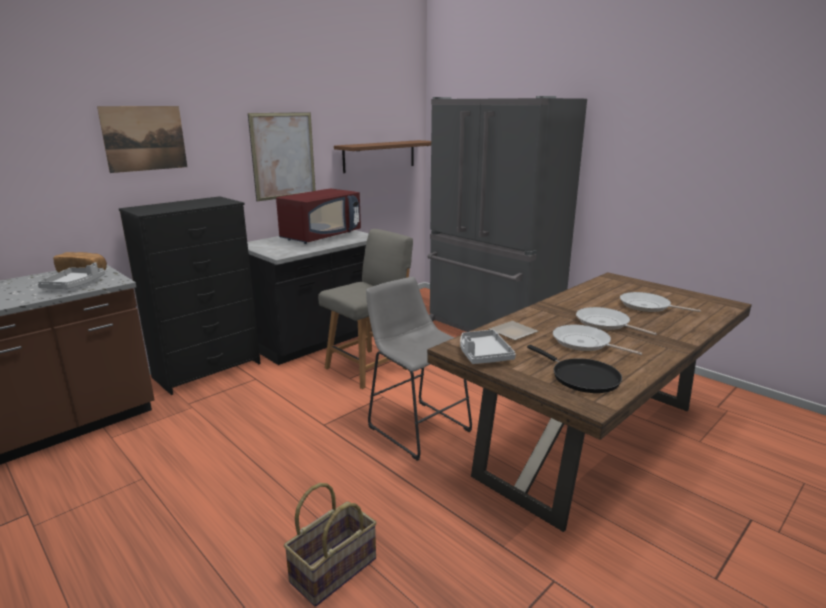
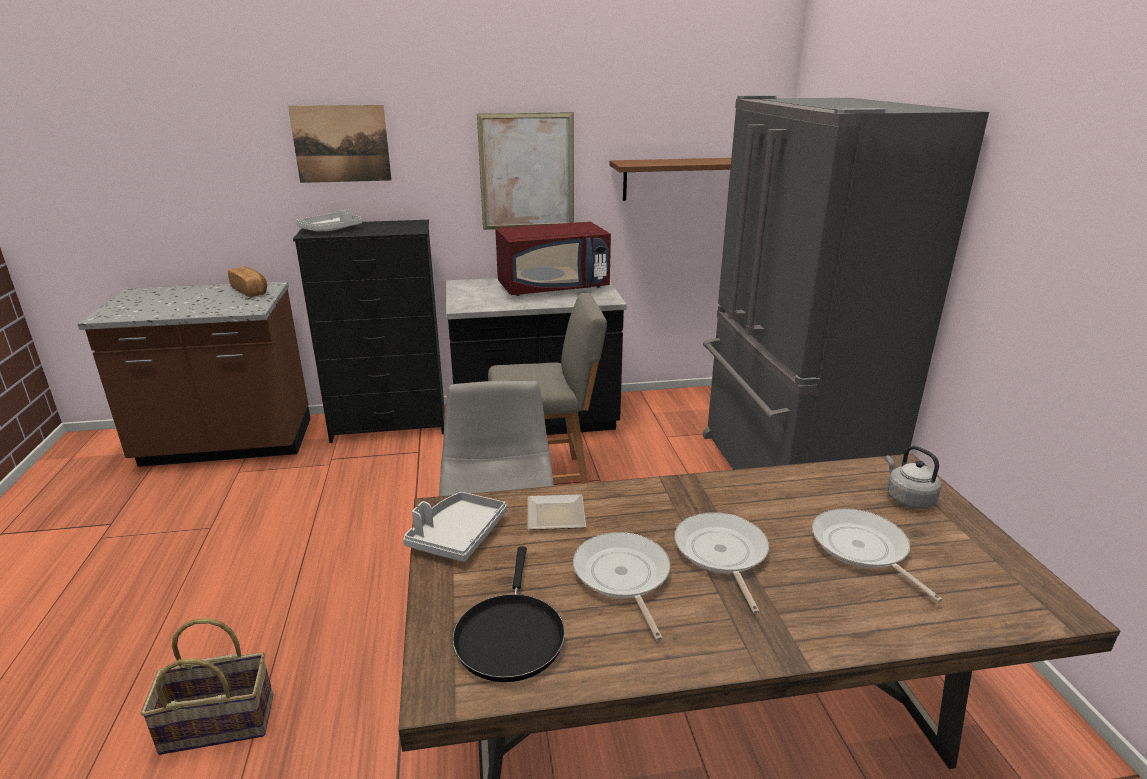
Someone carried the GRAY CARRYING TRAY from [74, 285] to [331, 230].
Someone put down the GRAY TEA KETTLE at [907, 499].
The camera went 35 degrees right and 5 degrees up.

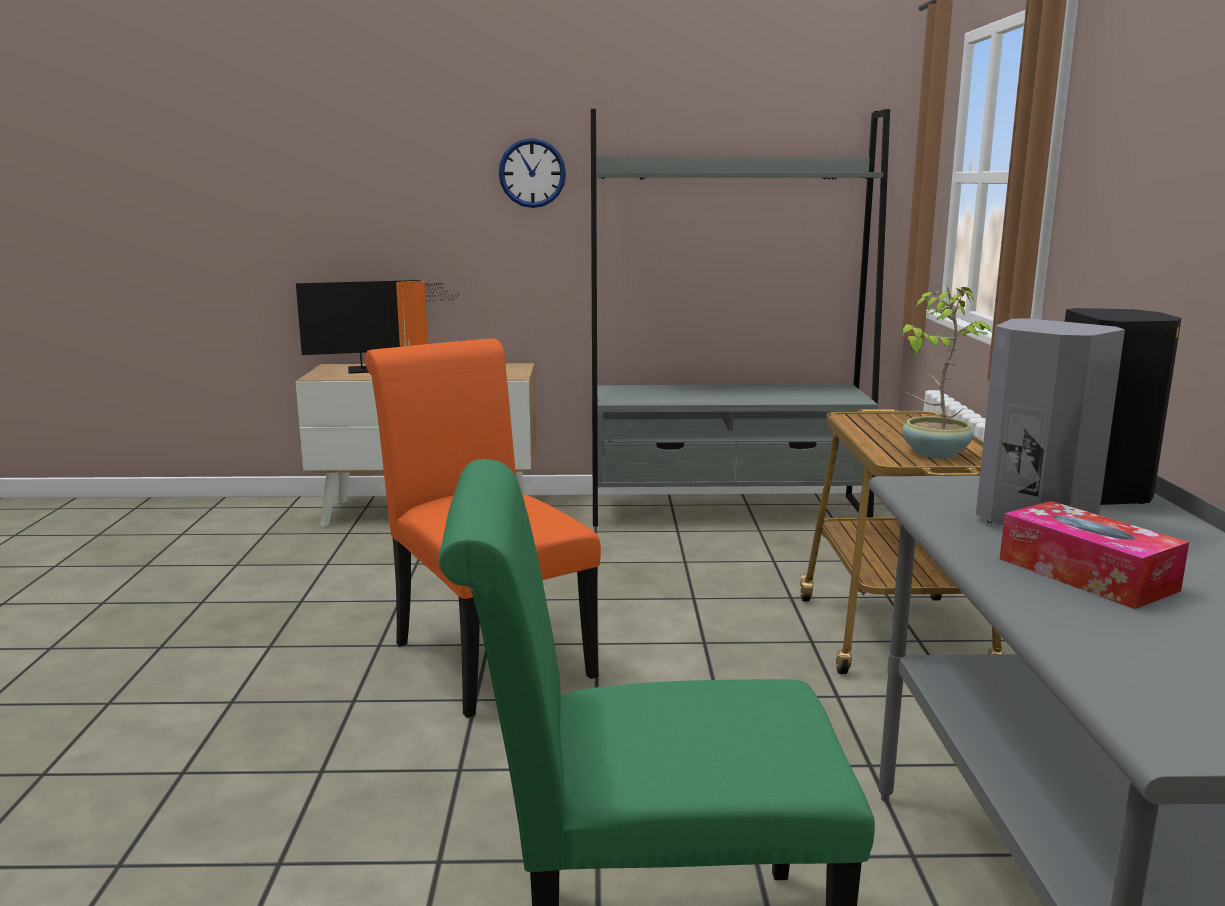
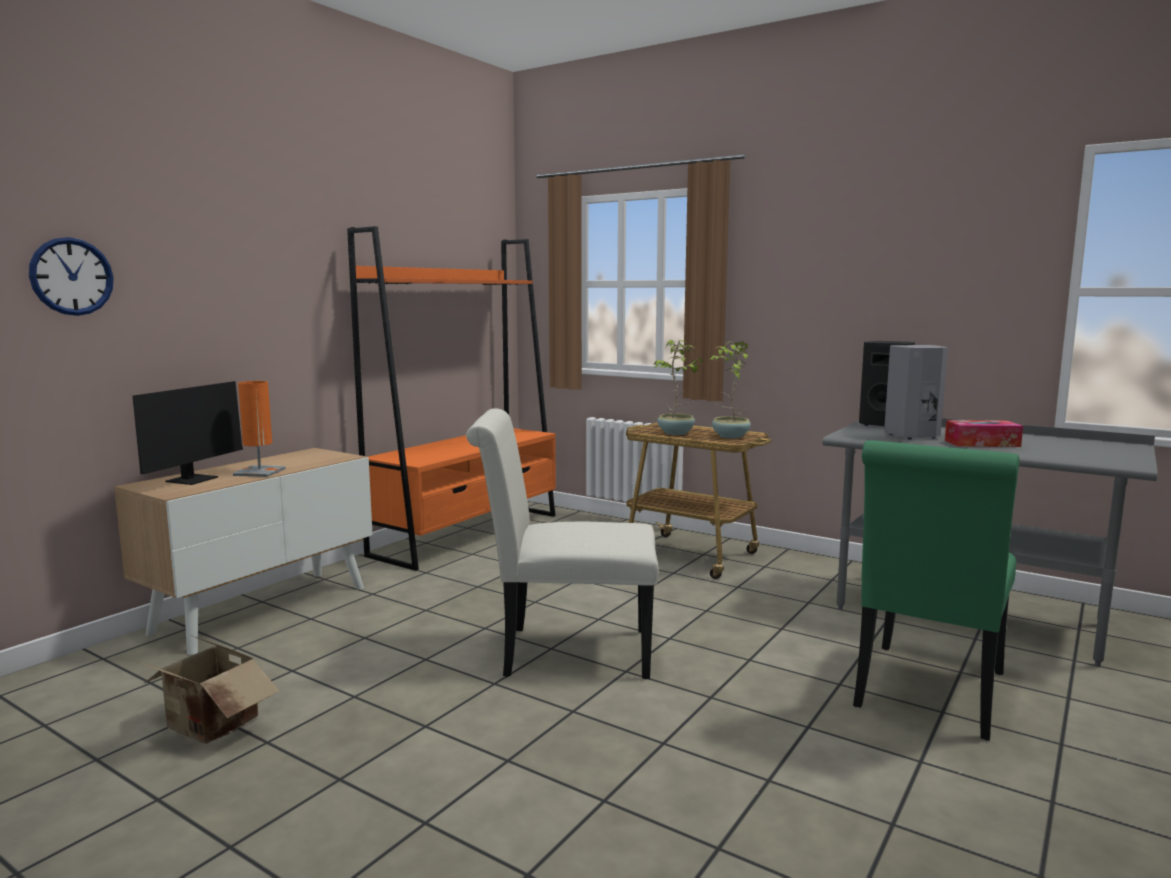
Someone carried the WALL CLOCK from [532, 173] to [72, 276].
Someone put down the CARDBOARD BOX at [208, 728].
Someone repainted the GRAY BOOKCASE at [728, 511], which became the ORANGEY BOOKCASE at [468, 534].
Someone repainted the ORANGEY PLAIN CHAIR at [486, 654], which became the WHITISH PLAIN CHAIR at [565, 652].
Someone put down the PLANT IN A POT at [676, 433].
The camera went 55 degrees left and 5 degrees down.

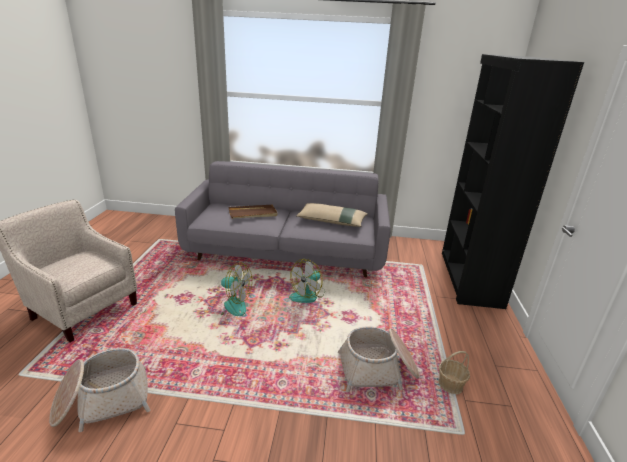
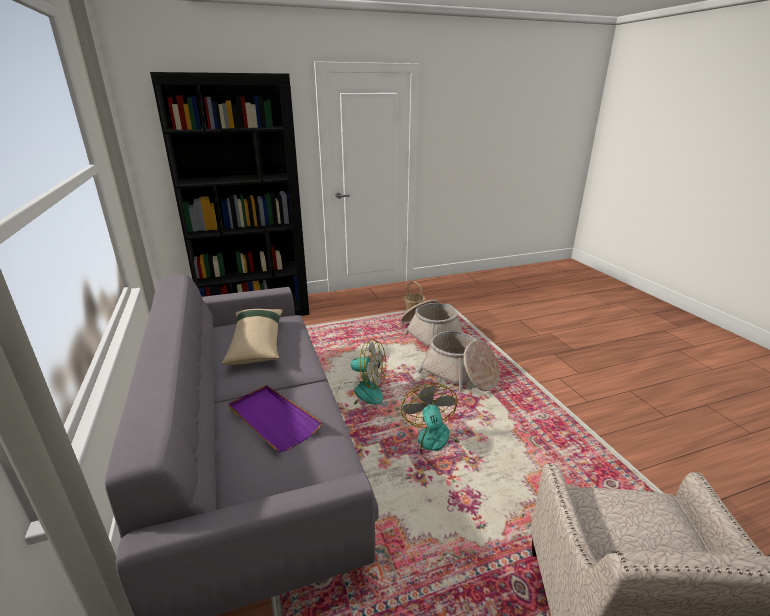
Someone repainted the BROWN-COLOURED CARRYING TRAY at [253, 213], which became the PURPLE CARRYING TRAY at [273, 419].
Someone carried the STORAGE BASKET from [103, 401] to [460, 374].
The camera went 115 degrees left and 0 degrees up.

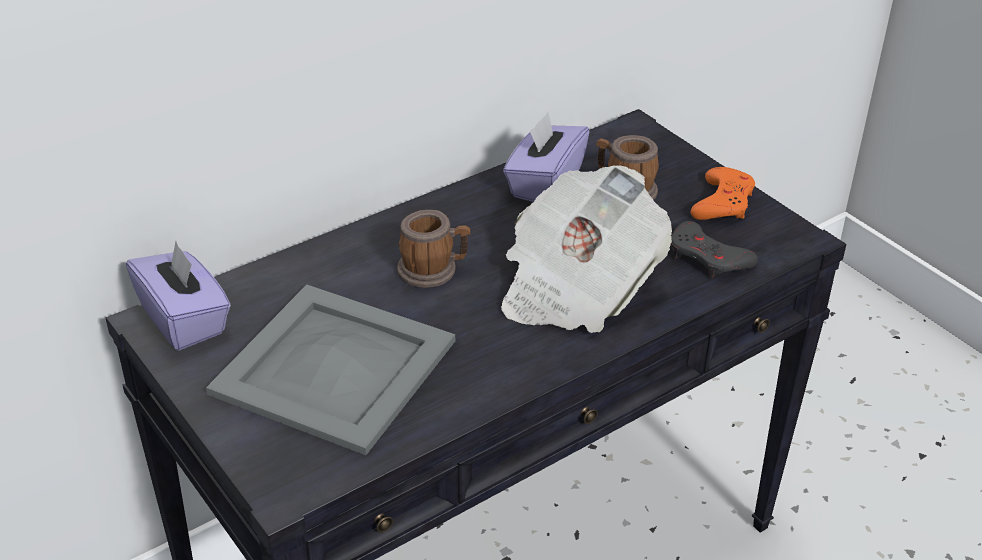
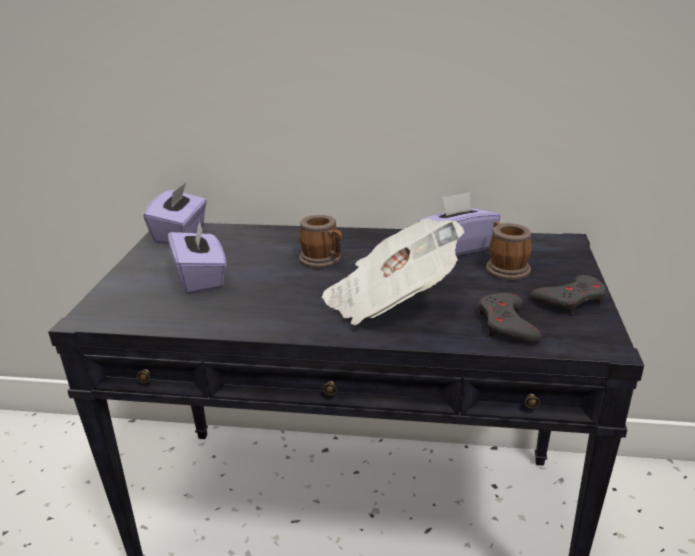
Someone swapped the GRAY CARRYING TRAY at [332, 367] for the PURPLE BOX OF TISSUES at [201, 278].
Someone repainted the ORANGEY GAME CONTROLLER at [723, 202], which became the GRAY GAME CONTROLLER at [570, 300].
The camera went 45 degrees right and 10 degrees down.

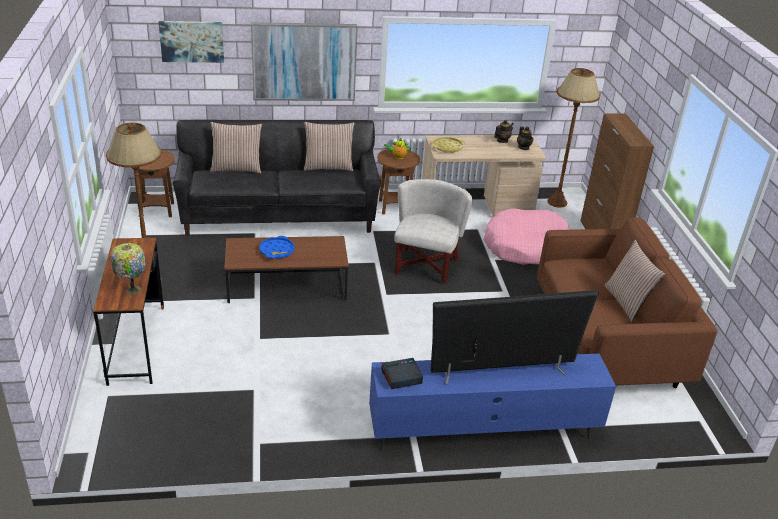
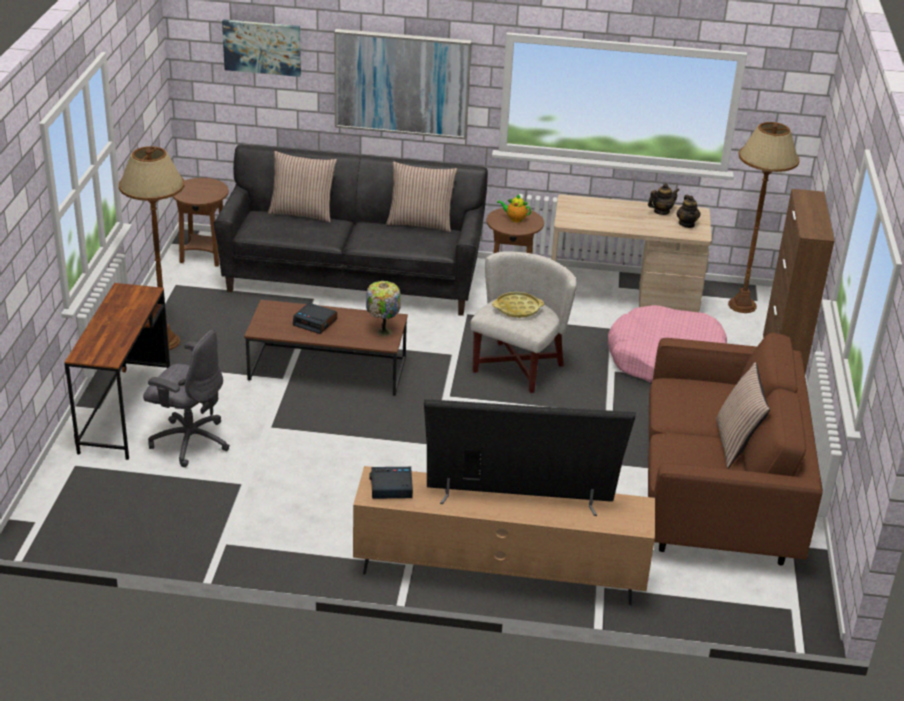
Someone put down the GRAY OFFICE CHAIR at [189, 441].
Someone swapped the BLUE-COLOURED CARRYING TRAY at [277, 251] for the TABLE CLOCK at [315, 322].
Someone repainted the BLUE-COLOURED TV UNIT at [483, 430], which became the BROWN-COLOURED TV UNIT at [499, 573].
Someone carried the TABLE LAMP from [132, 289] to [383, 331].
Someone carried the YELLOWISH CARRYING TRAY from [447, 147] to [517, 309].
The camera went 15 degrees right and 0 degrees up.

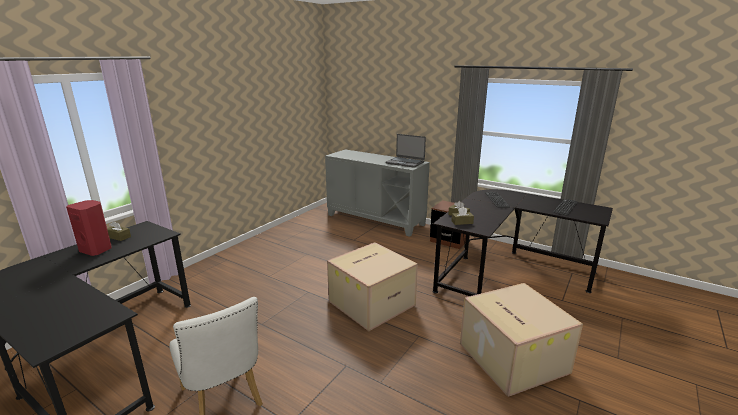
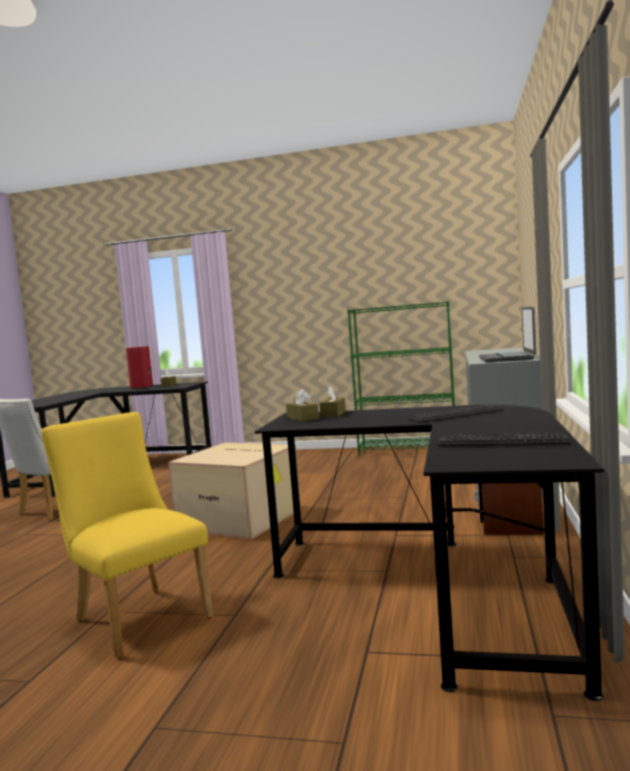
Someone swapped the CARDBOARD BOX at [511, 357] for the YELLOWISH PLAIN CHAIR at [137, 616].
Someone put down the GREEN-COLOURED BOOKCASE at [408, 450].
The camera went 70 degrees right and 15 degrees down.

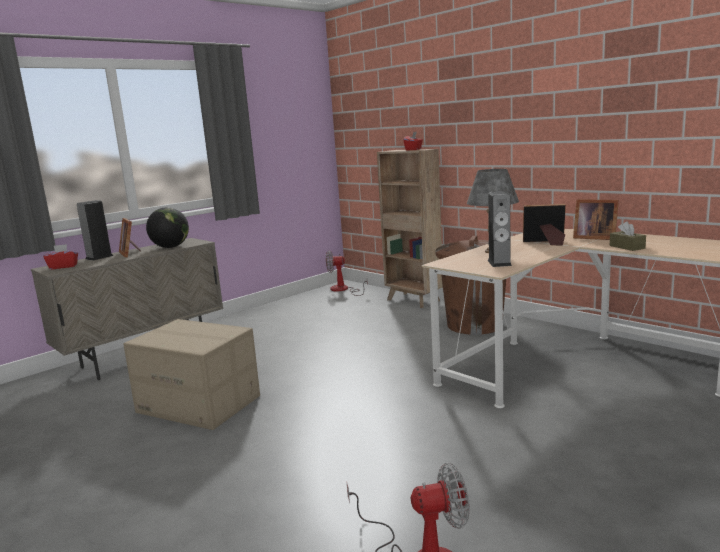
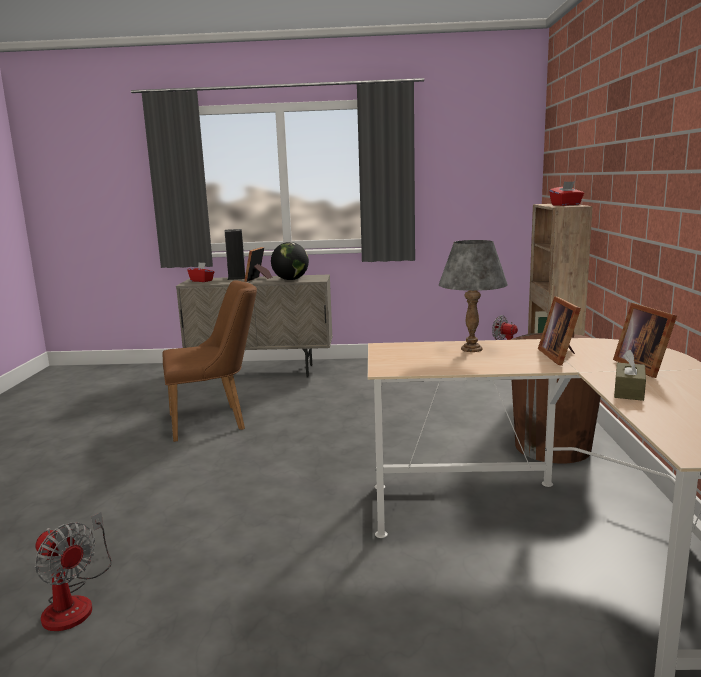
Someone swapped the CARDBOARD BOX at [199, 404] for the BROWN-COLOURED PLAIN CHAIR at [215, 421].
Someone rotated the PICTURE FRAME at [545, 243] by 150 degrees counterclockwise.
Someone took away the LOUDSPEAKER at [499, 263].
The camera went 45 degrees right and 0 degrees up.

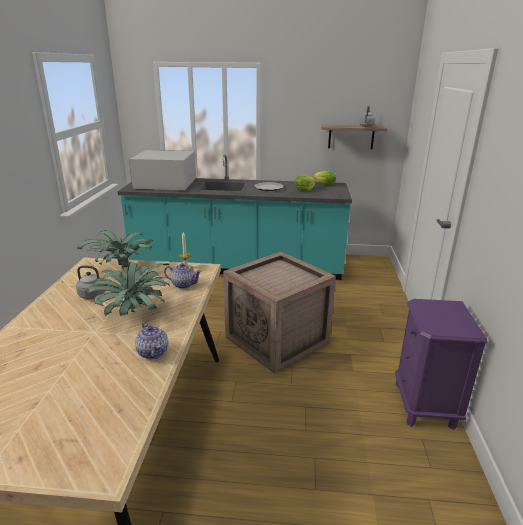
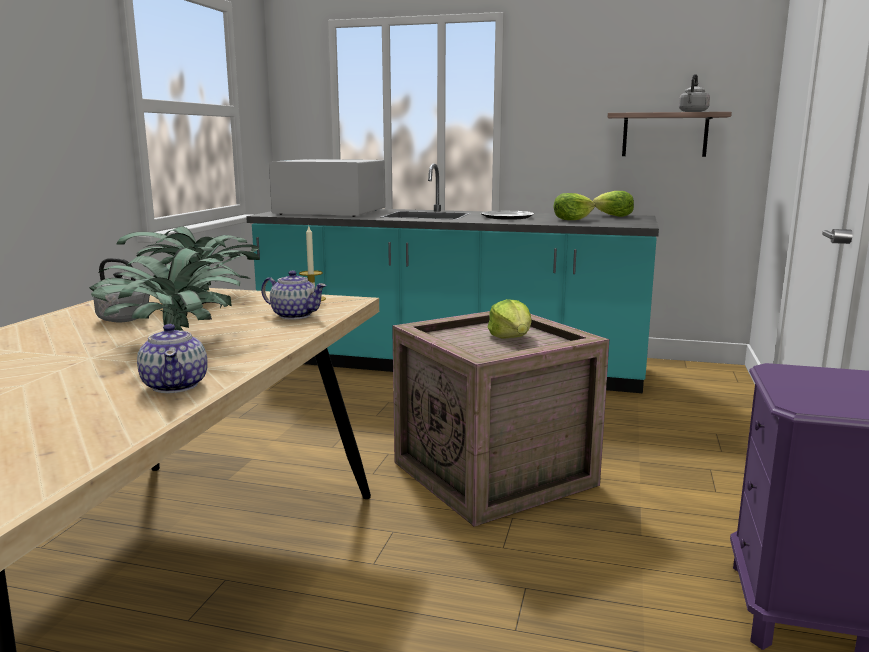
Someone put down the LETTUCE HEAD at [511, 338].
The camera went 10 degrees right and 10 degrees down.

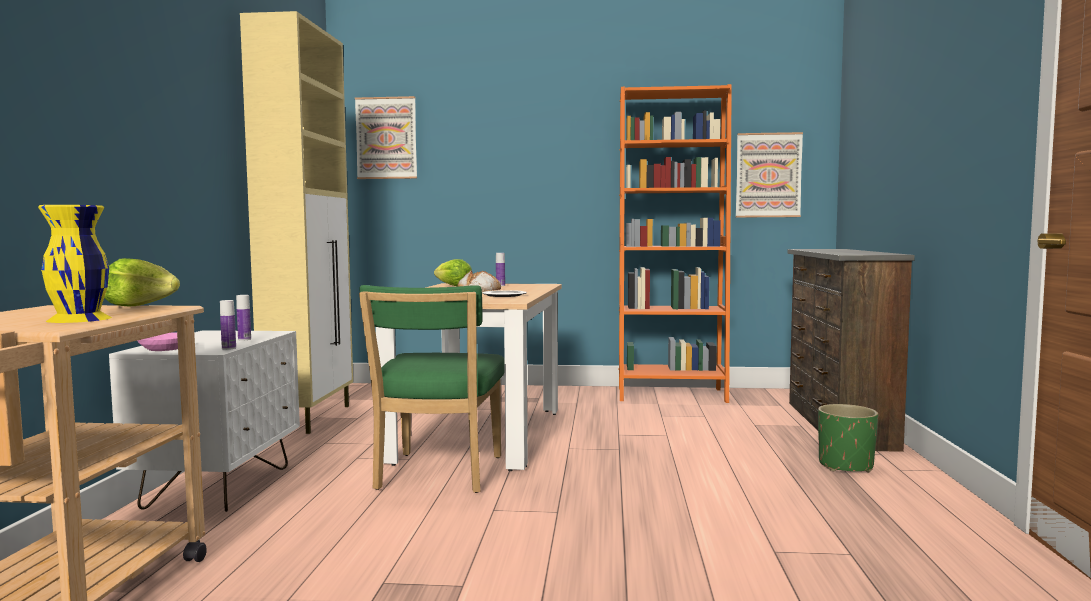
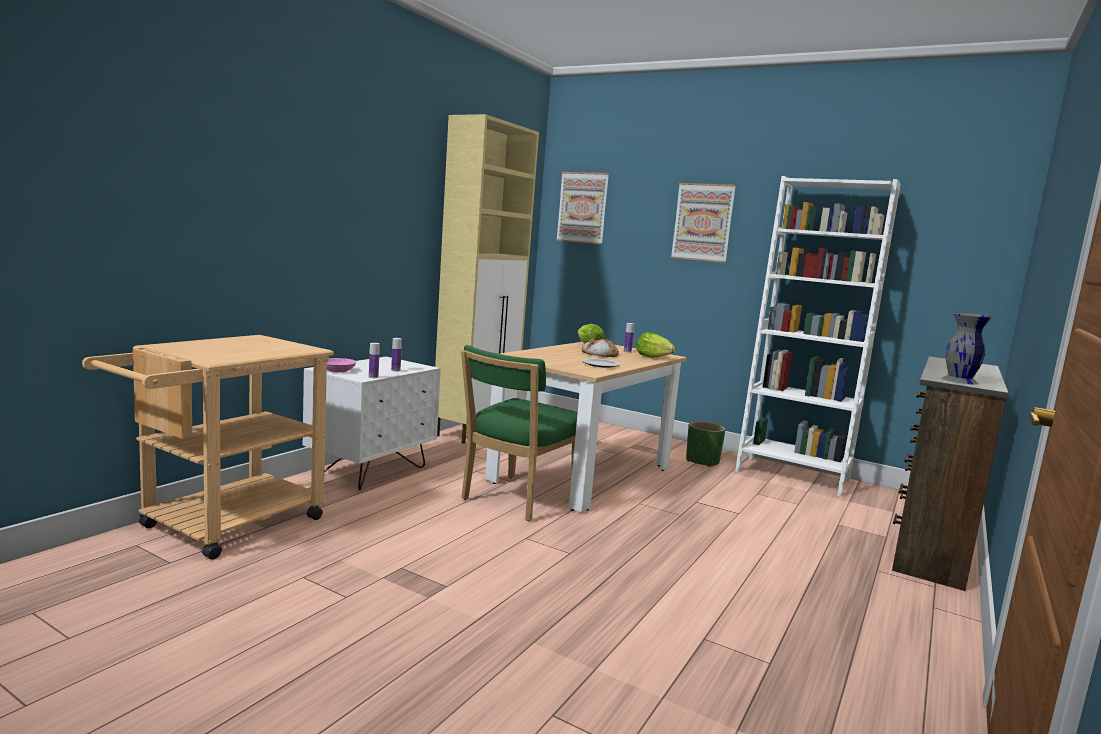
Someone carried the LETTUCE HEAD from [140, 306] to [652, 357].
Someone carried the PICTURE from [768, 175] to [703, 222].
Someone carried the GREEN-COLOURED FLOWER POT from [846, 466] to [702, 461].
Someone repainted the ORANGEY BOOKCASE at [671, 394], which became the WHITISH BOOKCASE at [792, 475].
Someone put down the GRAY VASE at [959, 380].
Someone took away the YELLOWISH VASE at [78, 319].
The camera went 25 degrees right and 5 degrees up.

